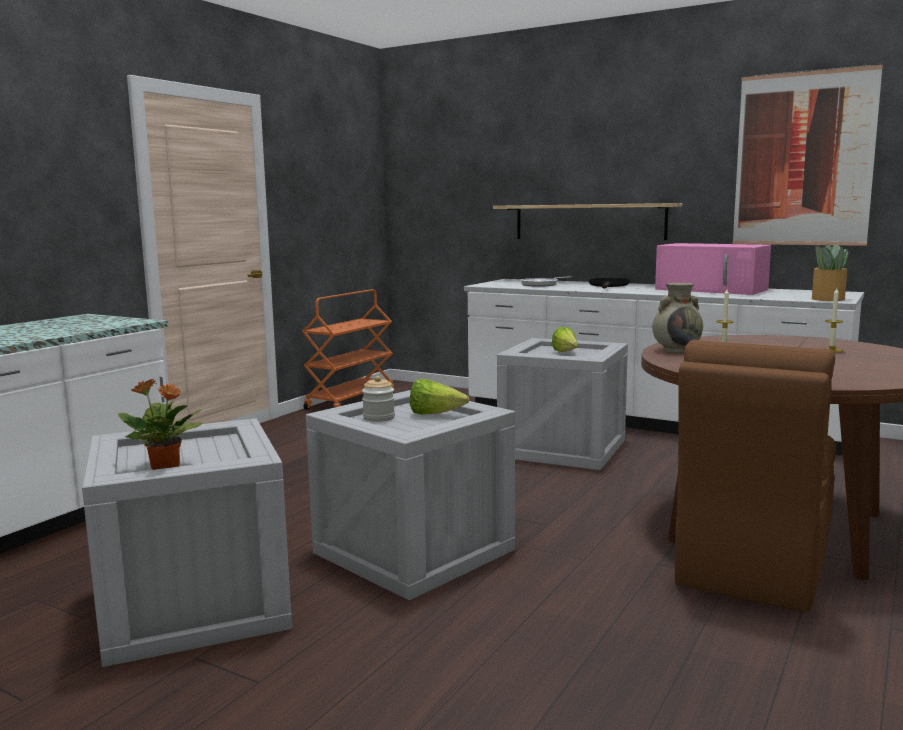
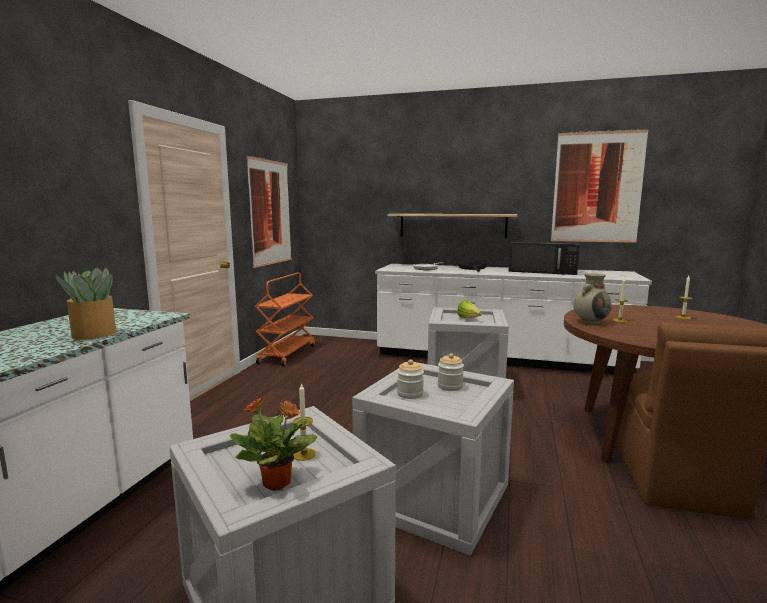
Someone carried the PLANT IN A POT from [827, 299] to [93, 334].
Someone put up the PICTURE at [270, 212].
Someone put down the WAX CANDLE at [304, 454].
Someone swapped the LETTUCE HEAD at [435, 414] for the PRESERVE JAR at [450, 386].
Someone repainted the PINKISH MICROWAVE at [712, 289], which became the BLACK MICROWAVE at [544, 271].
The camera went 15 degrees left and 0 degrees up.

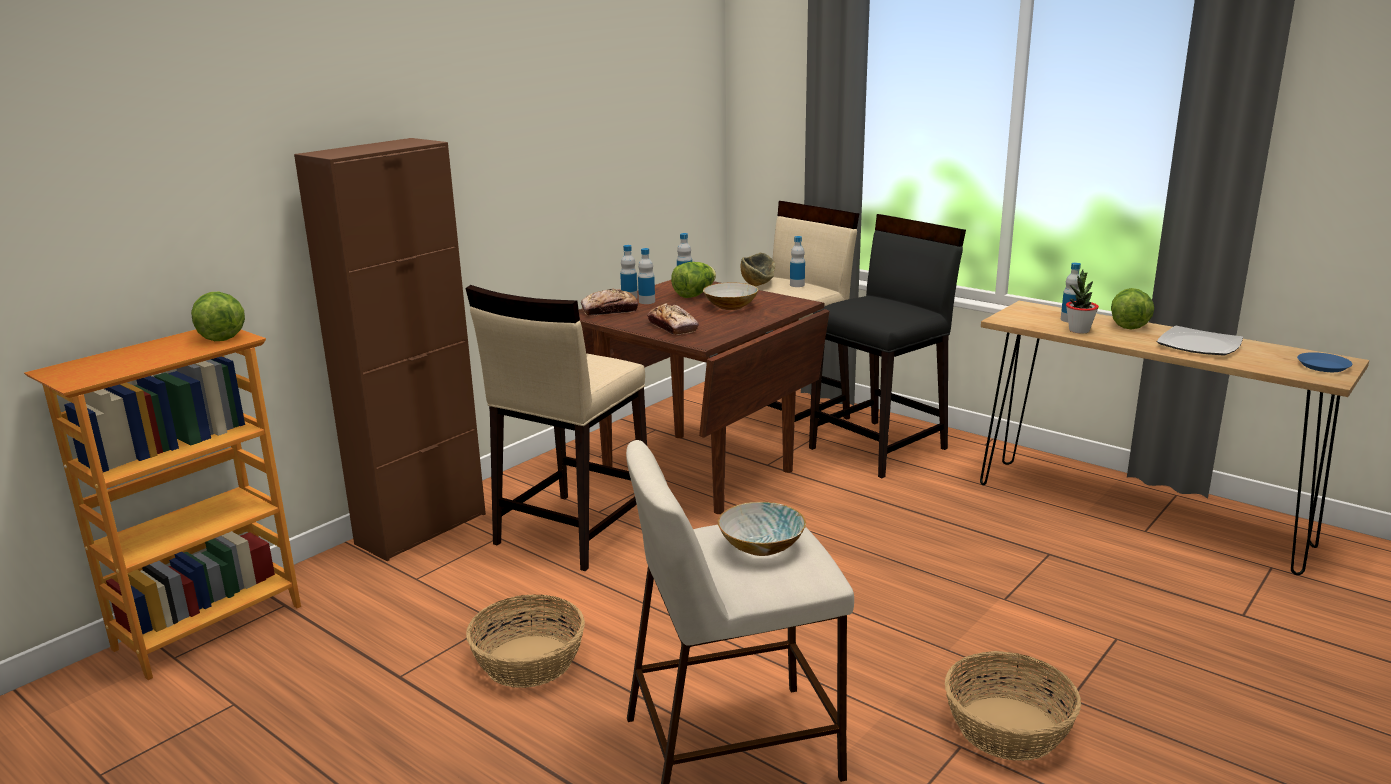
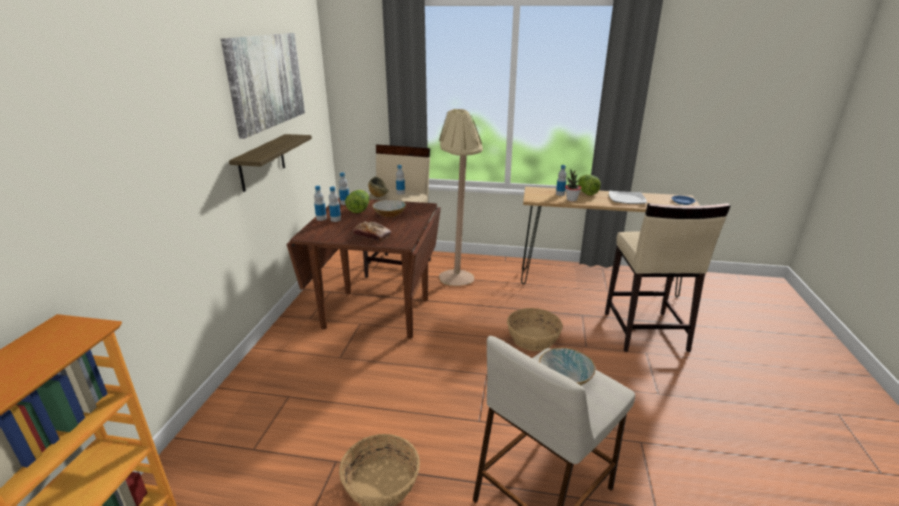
Someone put up the PICTURE at [266, 81].
Someone put up the SHELF at [262, 162].
Someone swapped the BLACK STOOL at [880, 448] for the BEIGE STANDARD LAMP at [459, 274].
Someone carried the STORAGE BASKET from [1008, 727] to [533, 338].
Someone carried the BEIGE STOOL from [571, 531] to [644, 332].
Someone took away the LETTUCE HEAD at [220, 336].
Someone took away the BROWN-COLOURED CABINET at [421, 528].
Someone took away the BAKED BREAD at [609, 310].
The camera went 30 degrees left and 5 degrees up.

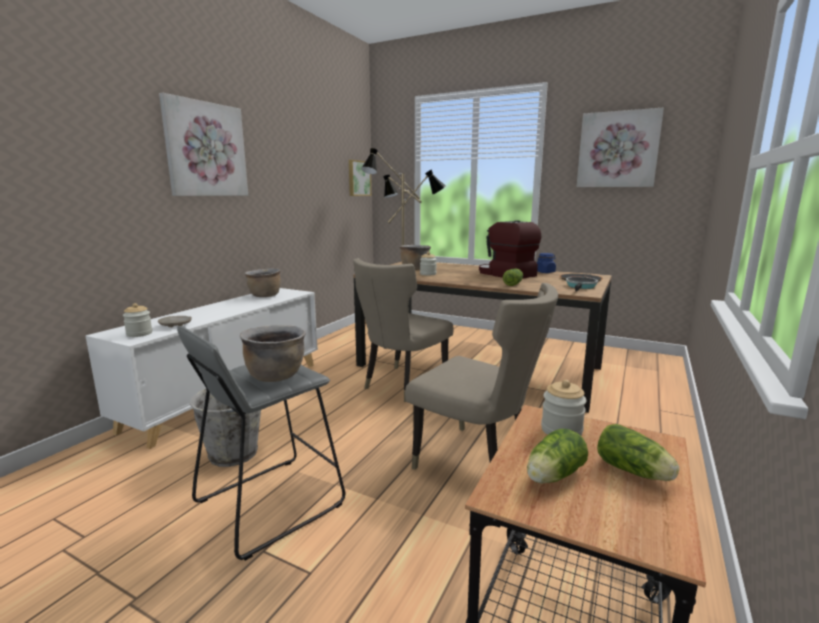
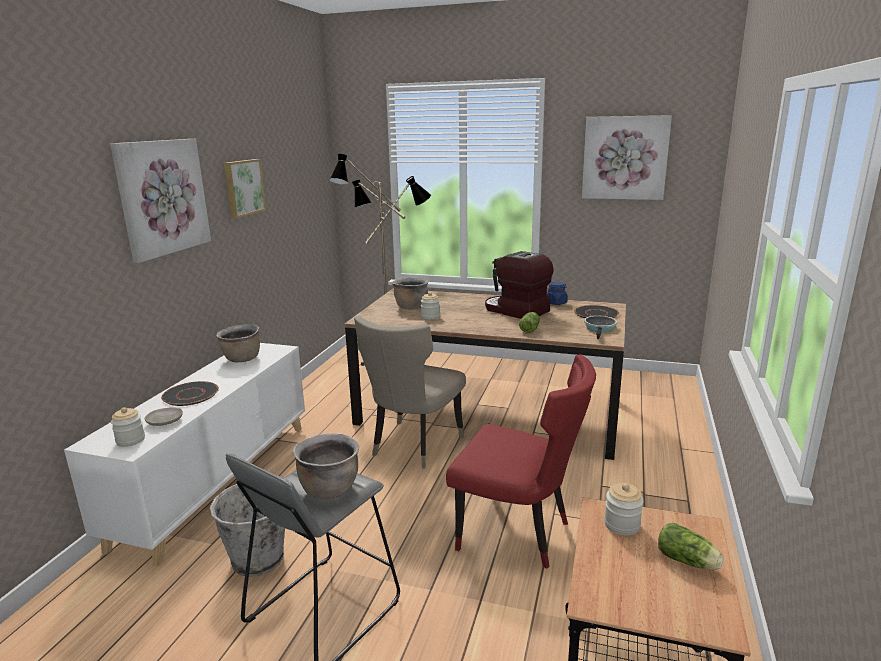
Someone put down the BLACK DINNER PLATE at [190, 395].
Someone carried the PICTURE from [358, 178] to [243, 187].
Someone repainted the BEIGE PLAIN CHAIR at [478, 462], which became the REDDISH PLAIN CHAIR at [519, 533].
Someone took away the LETTUCE HEAD at [552, 476].
The camera went 10 degrees left and 5 degrees up.

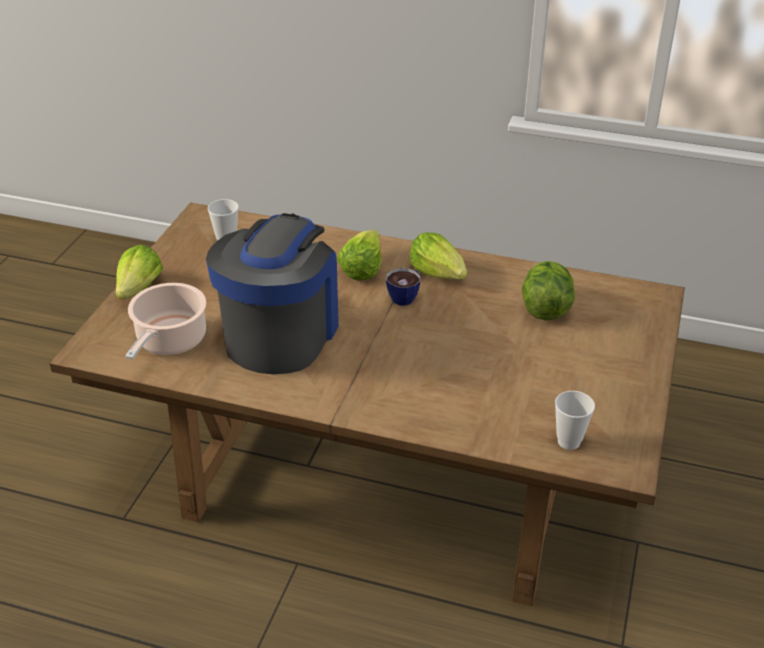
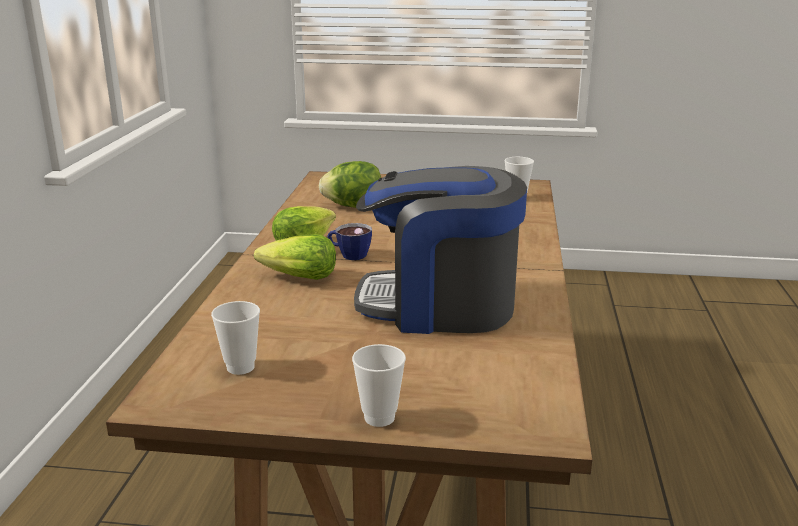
Someone swapped the LETTUCE HEAD at [139, 289] for the DRINKING CUP at [379, 418].
Someone took away the COOKING POT at [170, 341].
The camera went 100 degrees left and 15 degrees down.

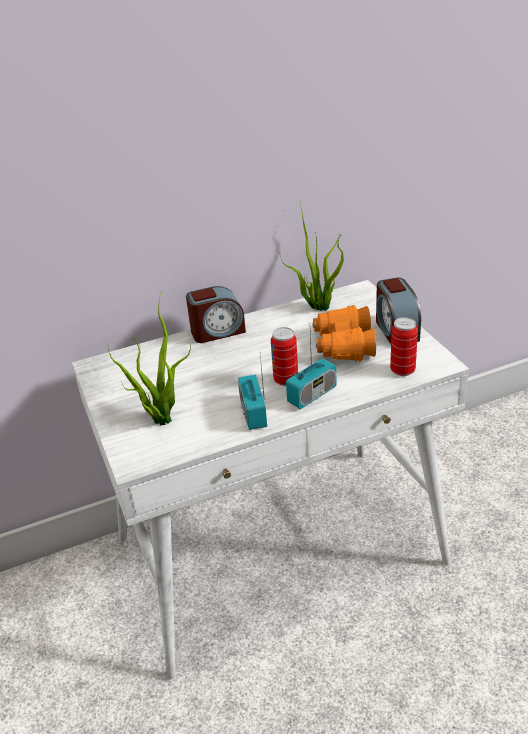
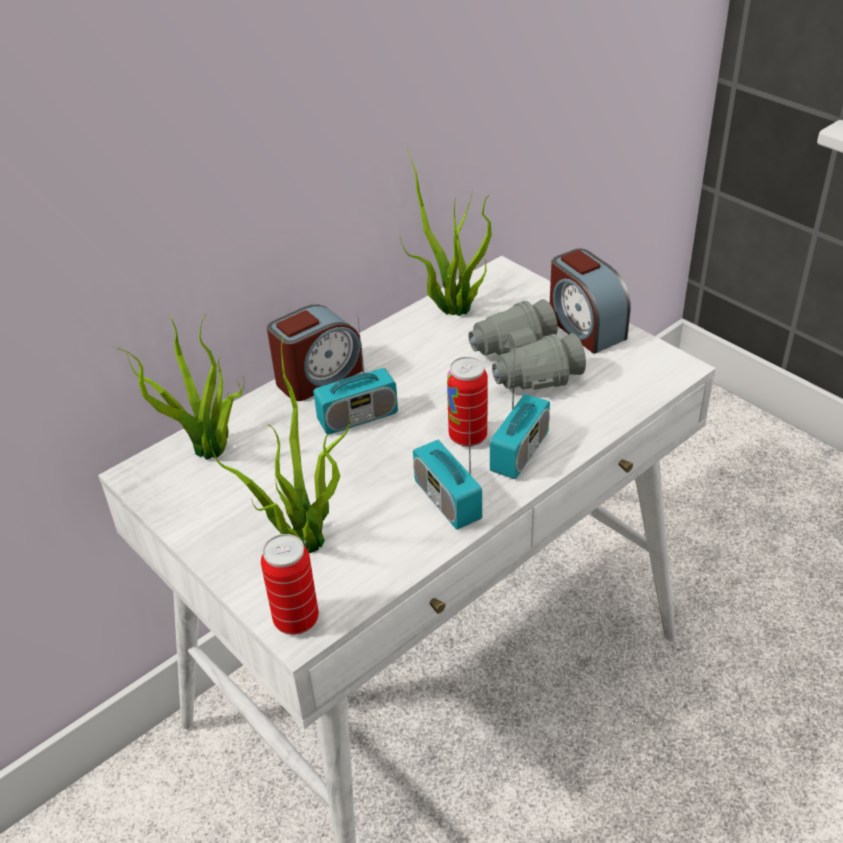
Someone put down the PLANT IN A POT at [211, 453].
Someone carried the CAN from [402, 370] to [296, 620].
Someone put down the RADIO SET at [358, 417].
Someone repainted the ORANGEY BINOCULARS at [343, 345], which became the GRAY BINOCULARS at [523, 365].
The camera went 20 degrees left and 5 degrees up.

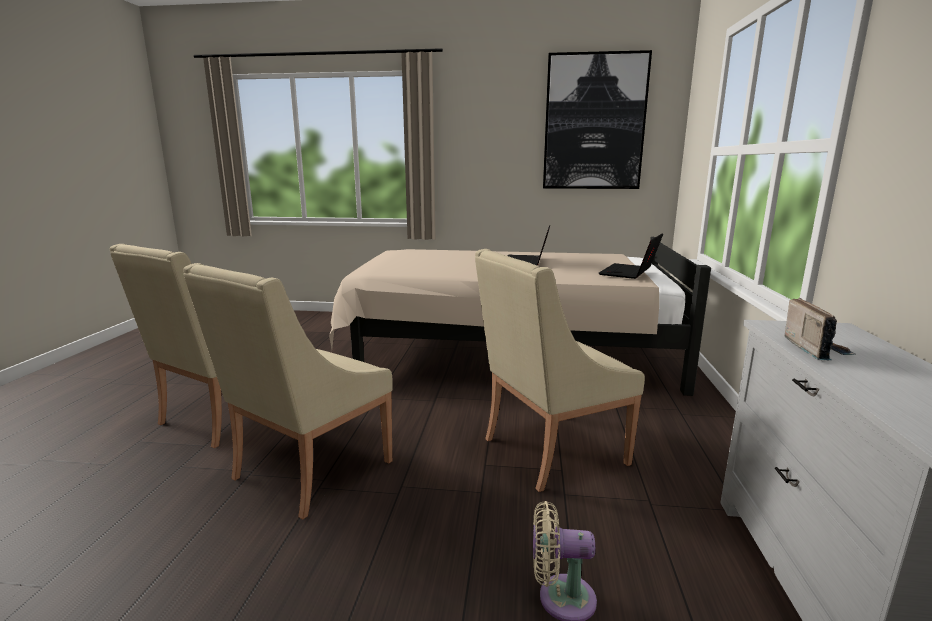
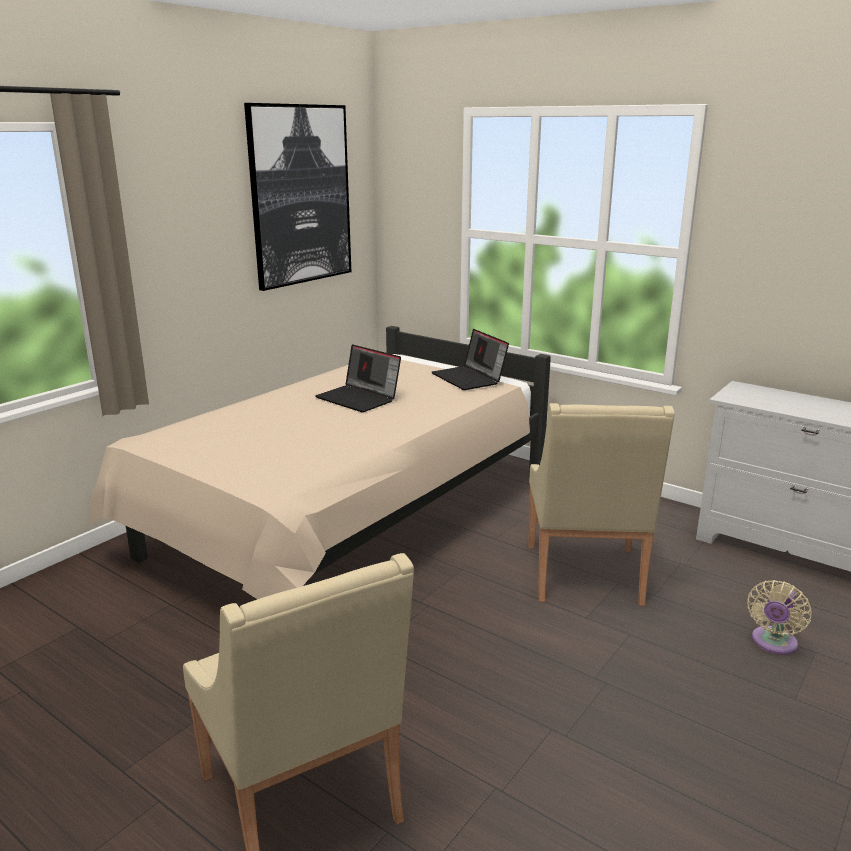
Someone took away the BEIGE EASY CHAIR at [308, 471].
Someone took away the RADIO SET at [814, 349].
The camera went 60 degrees left and 5 degrees up.

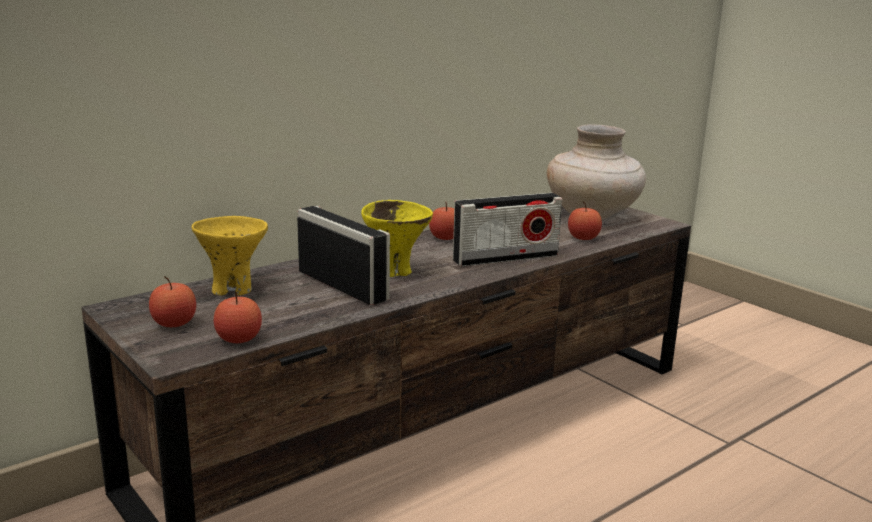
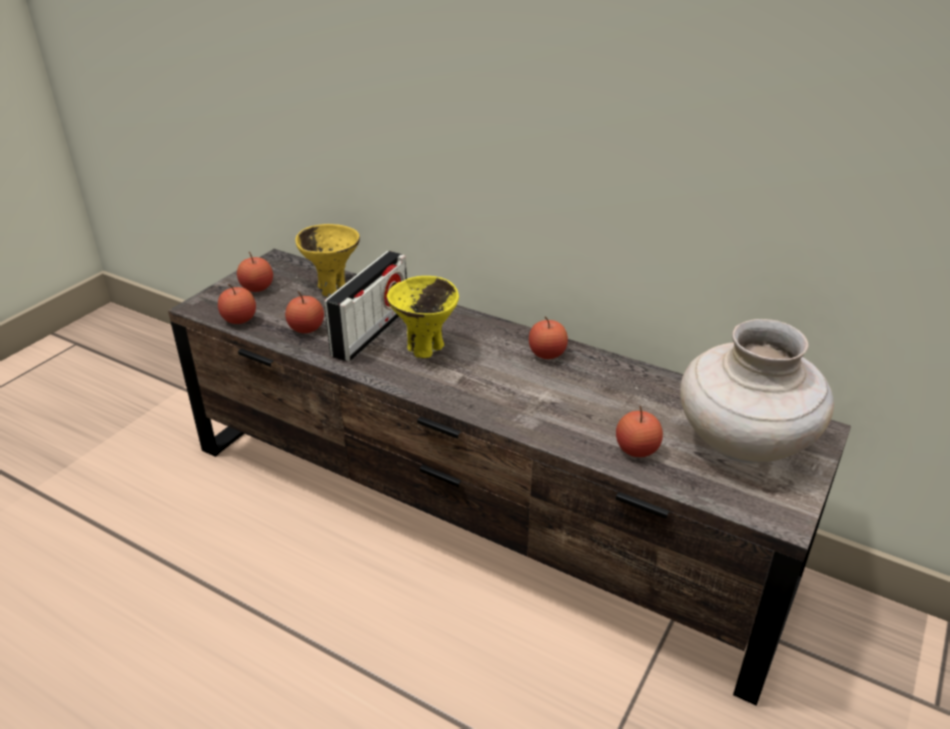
Someone put down the WHOLE APPLE at [306, 328].
Someone took away the RADIO SET at [505, 258].
The camera went 70 degrees right and 15 degrees up.

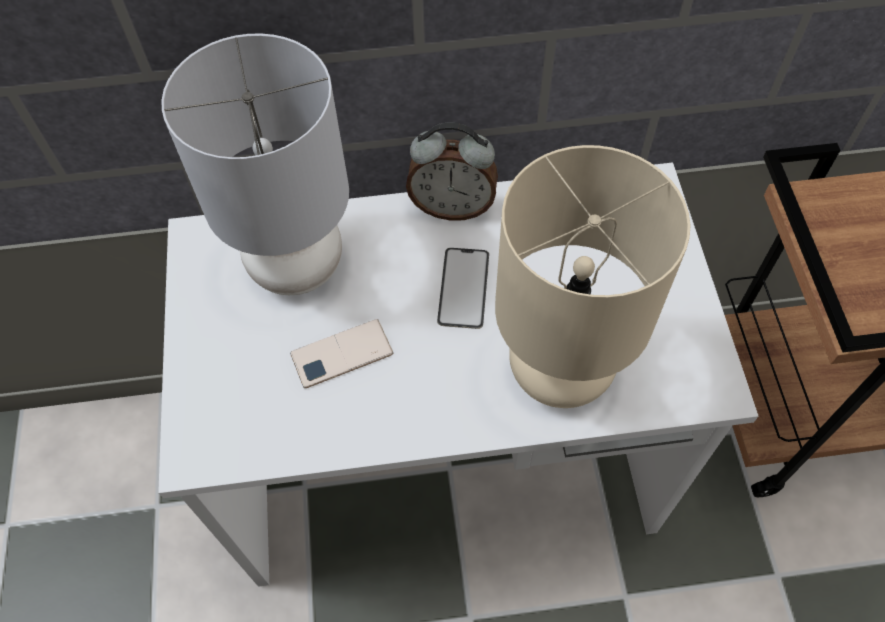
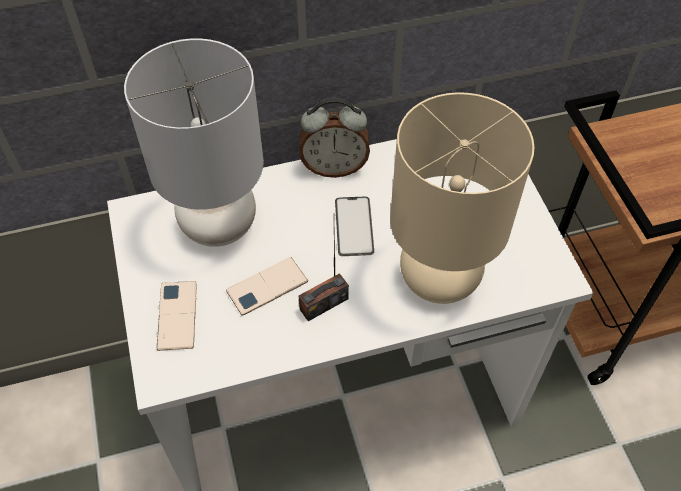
Someone put down the TELEPHONE at [177, 315].
Someone put down the RADIO SET at [323, 304].
The camera went 10 degrees left and 5 degrees down.

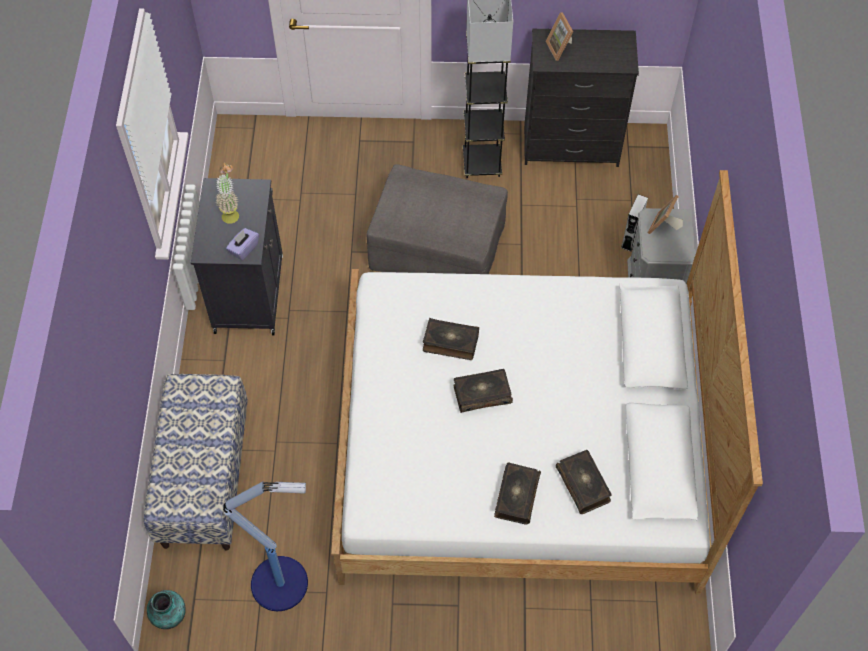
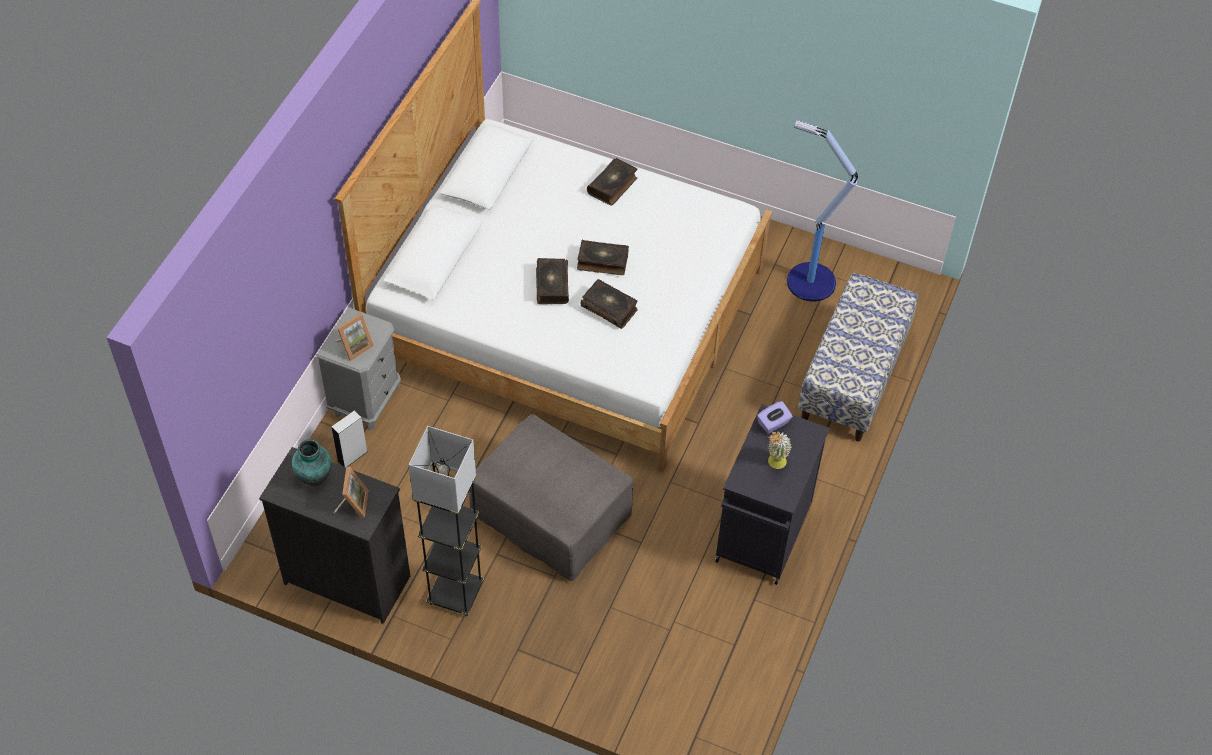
Someone carried the VASE from [170, 617] to [314, 476].
Someone carried the BOUND BOOK from [583, 485] to [551, 285].
The camera went 160 degrees left and 5 degrees down.

